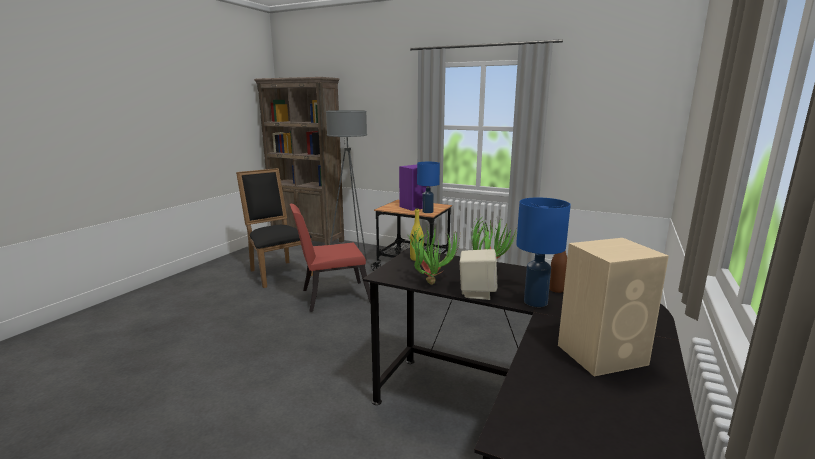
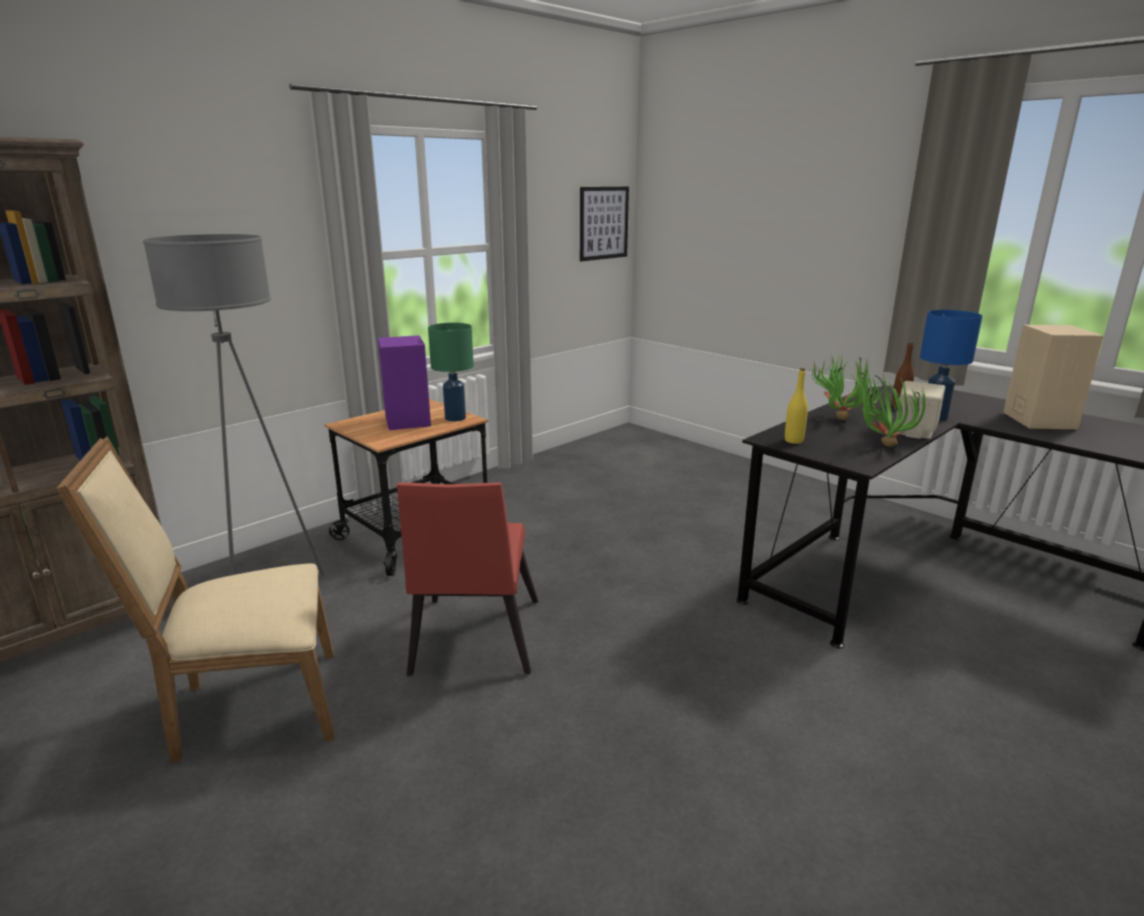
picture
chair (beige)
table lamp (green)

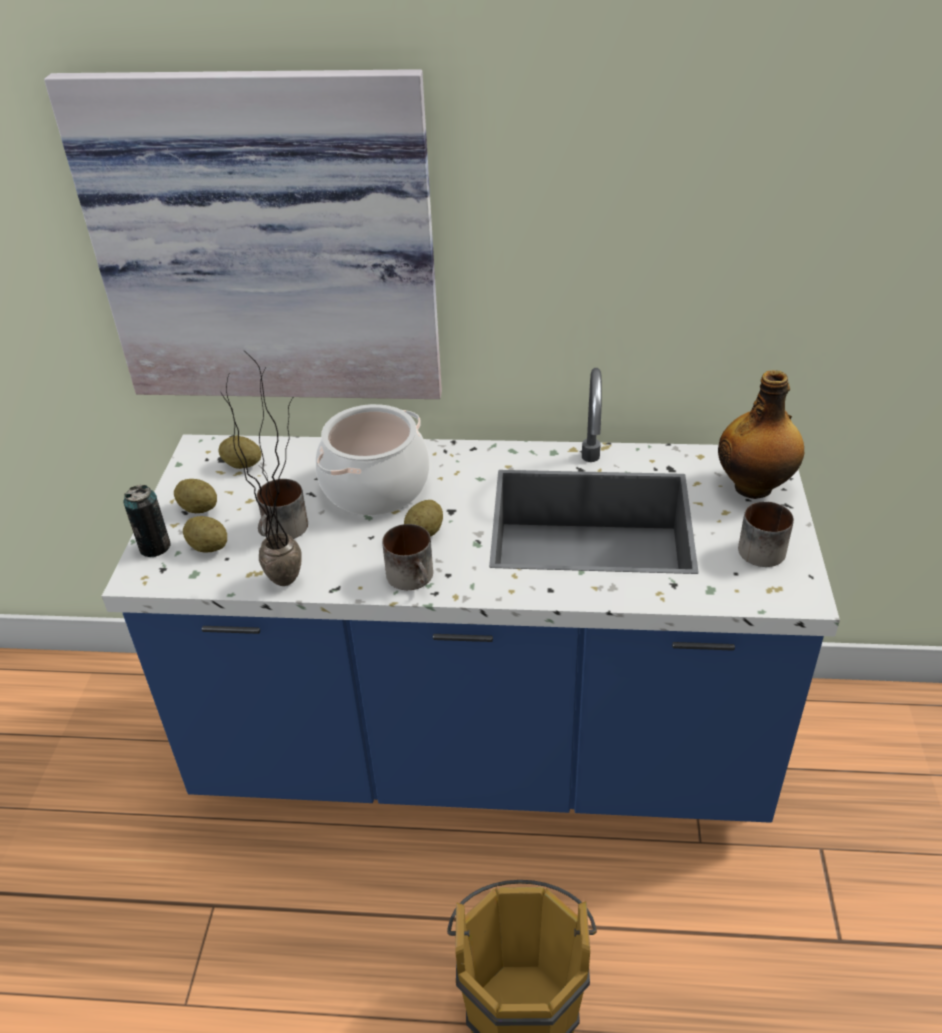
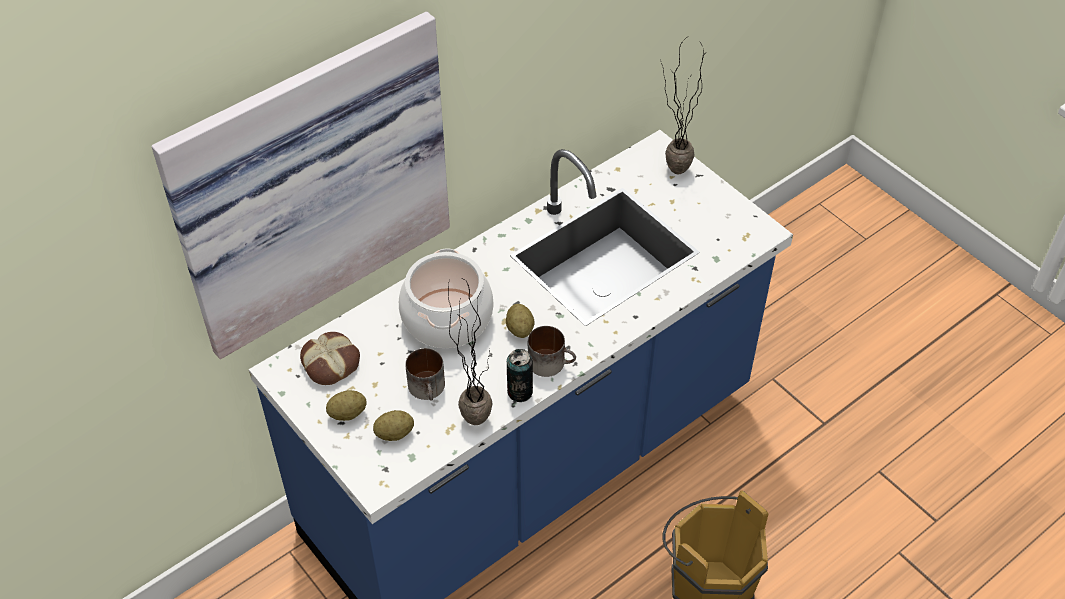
mug (no. 3 from left in the first image)
can
bread
potted plant (no. 2 from left)

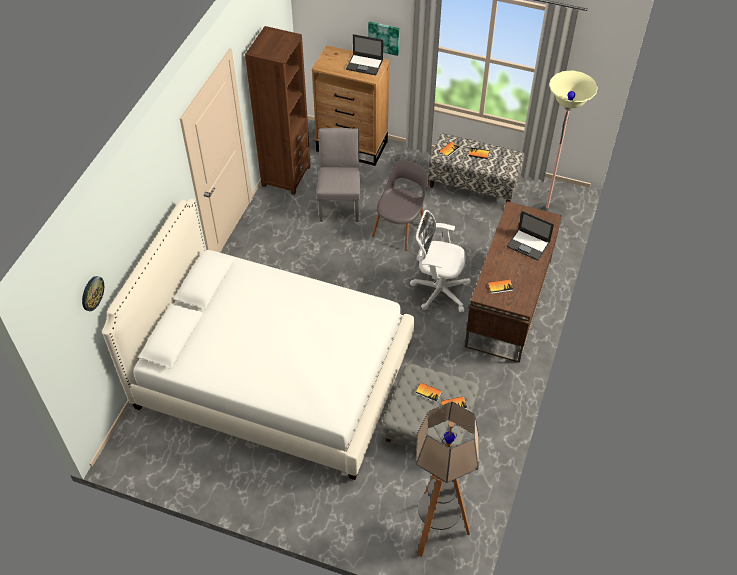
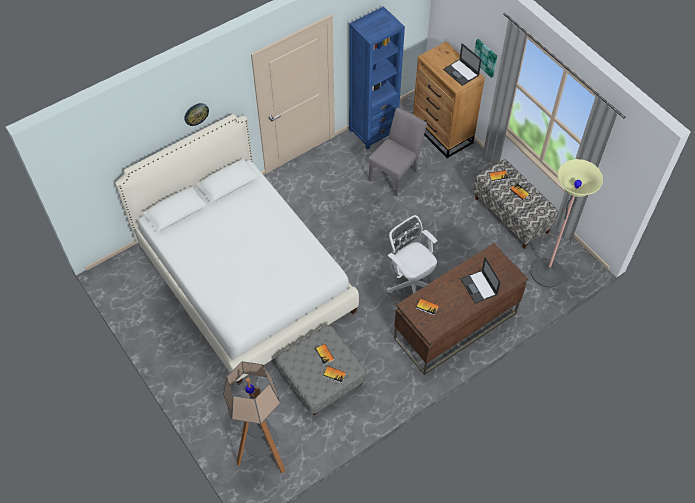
chair (grey) (no. 2 from left in the first image)
wall clock
bookcase (blue)

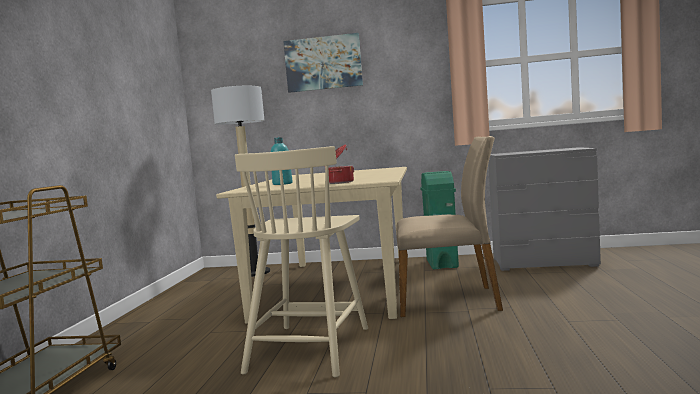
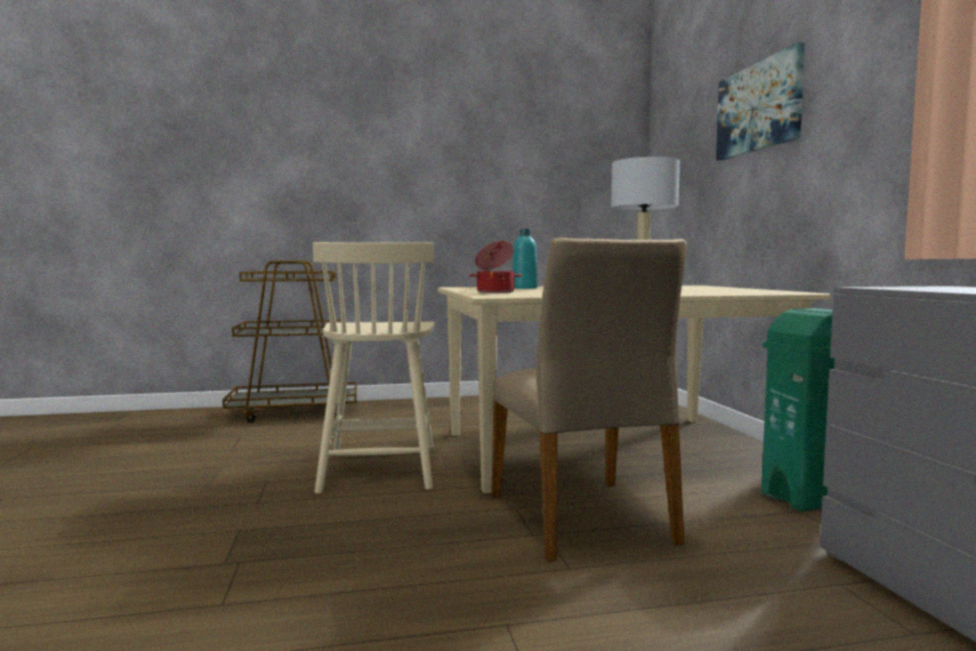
chair (beige) (no. 1 from left)

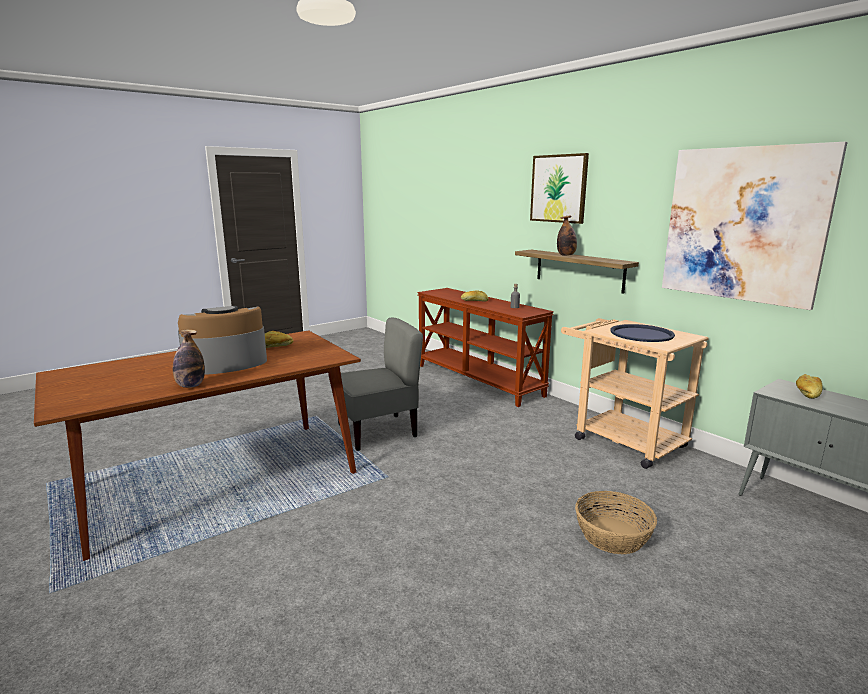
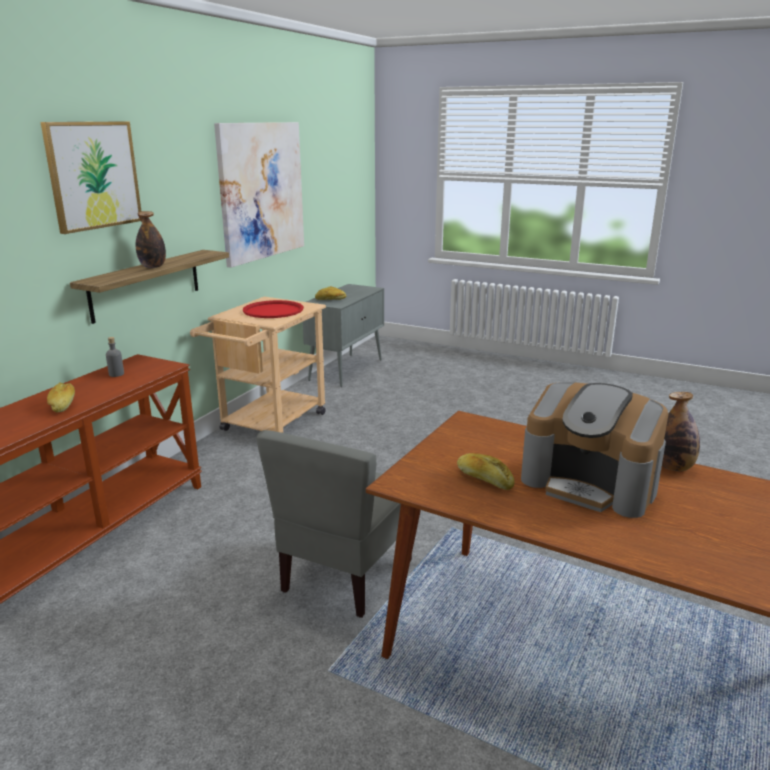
basket
tray (red)
chair (grey)

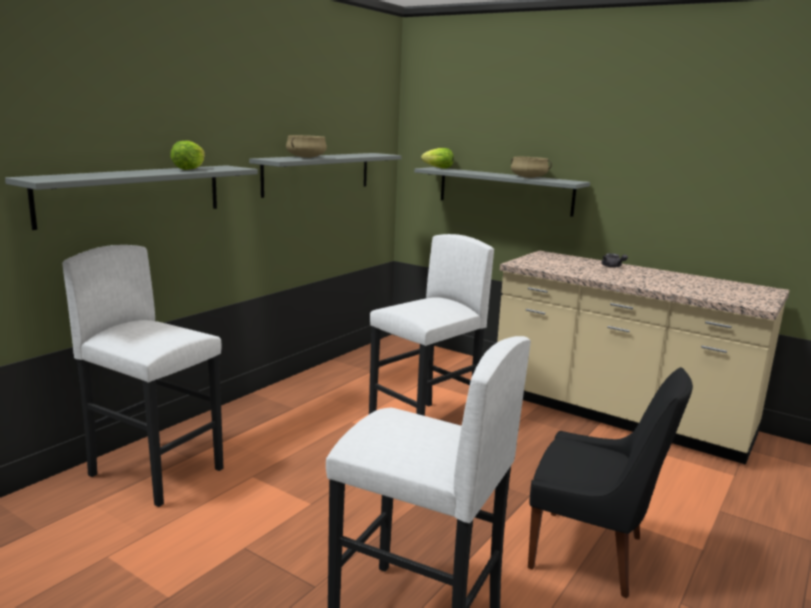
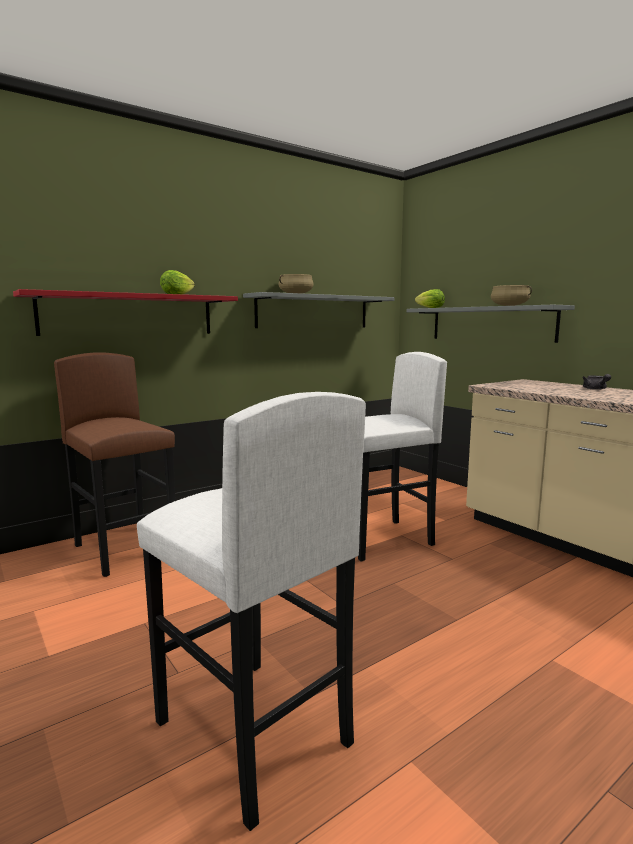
chair (black)
shelf (red)
stool (brown)

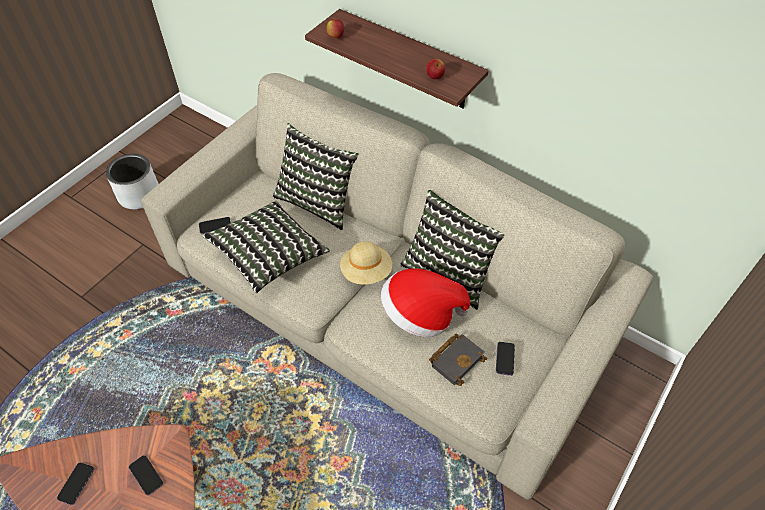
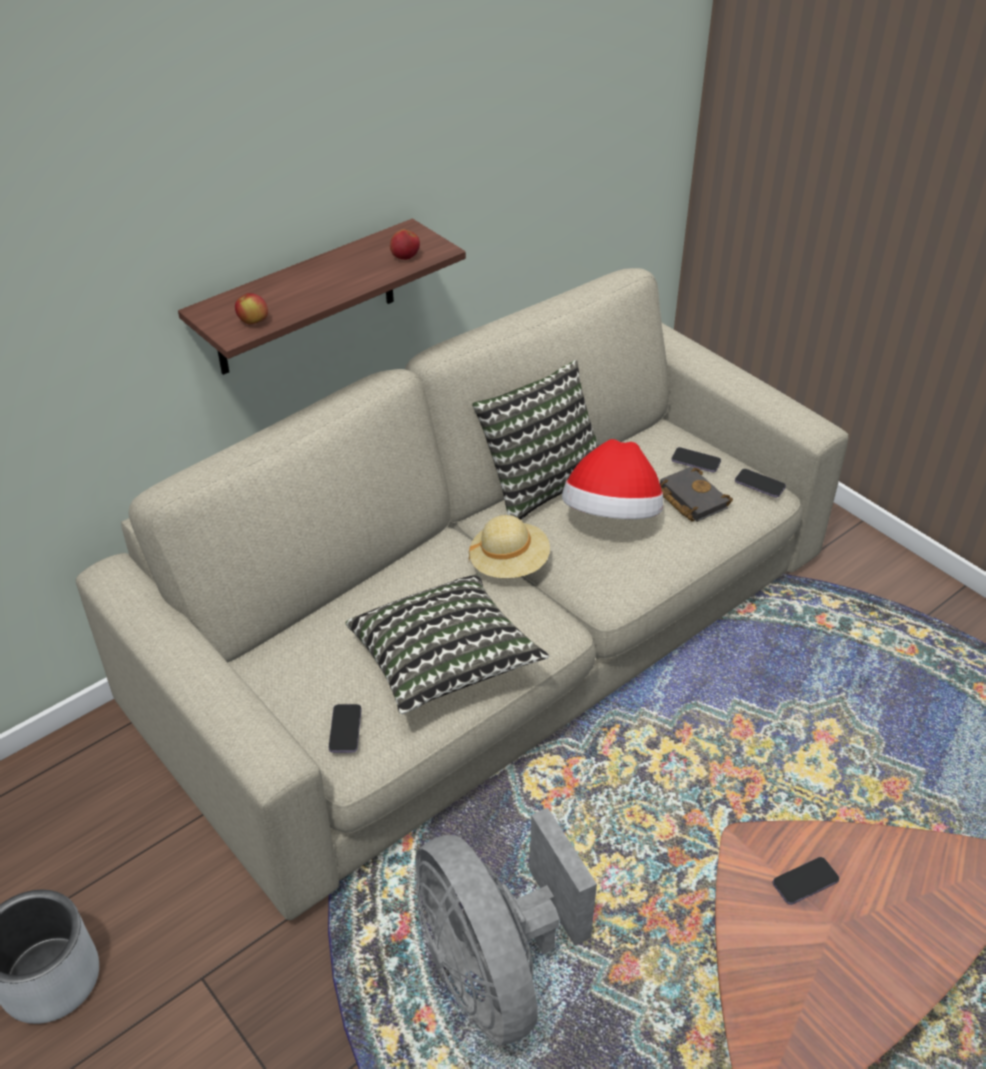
pillow (no. 2 from left in the first image)
fan (grey)
phone (no. 3 from left)

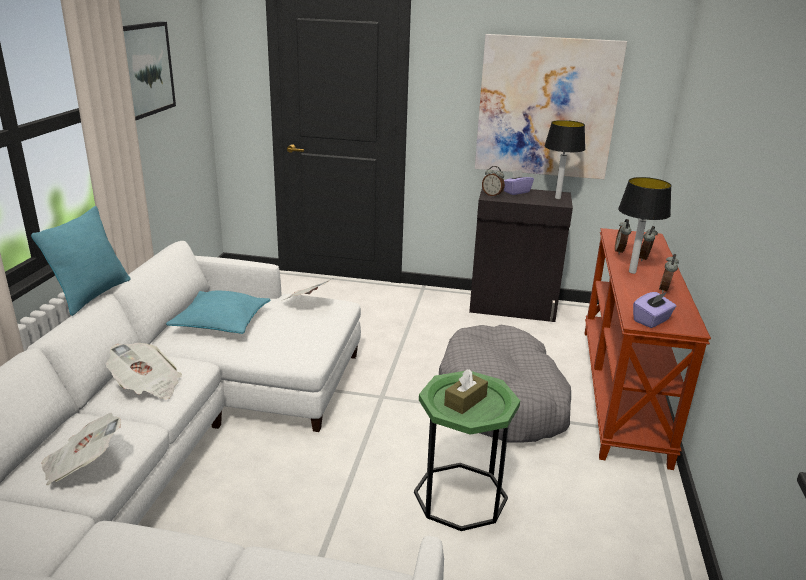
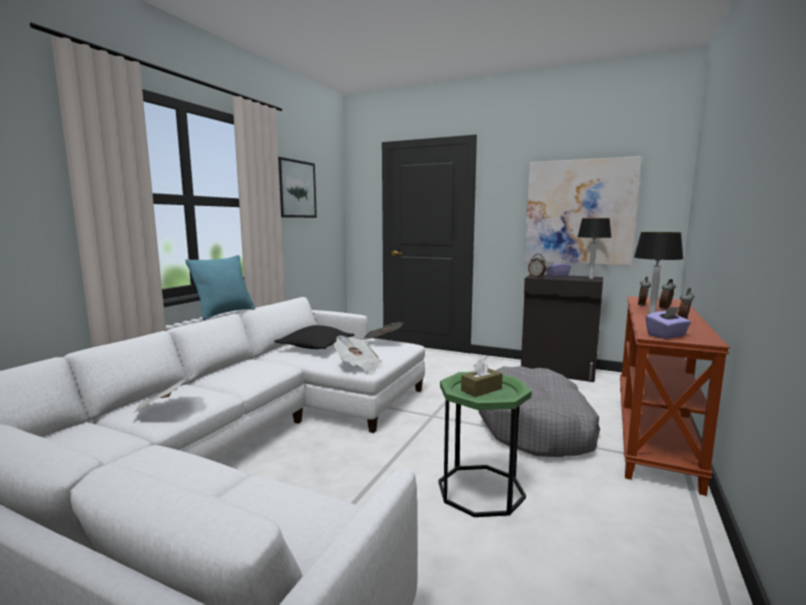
newspaper (no. 2 from left)
pillow (black)

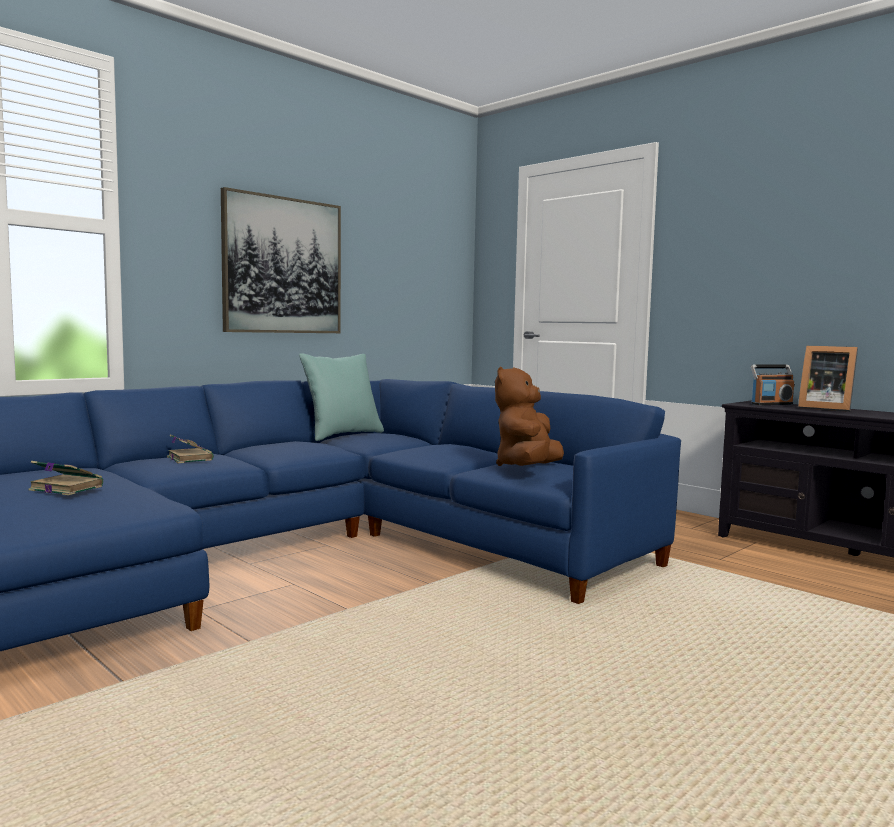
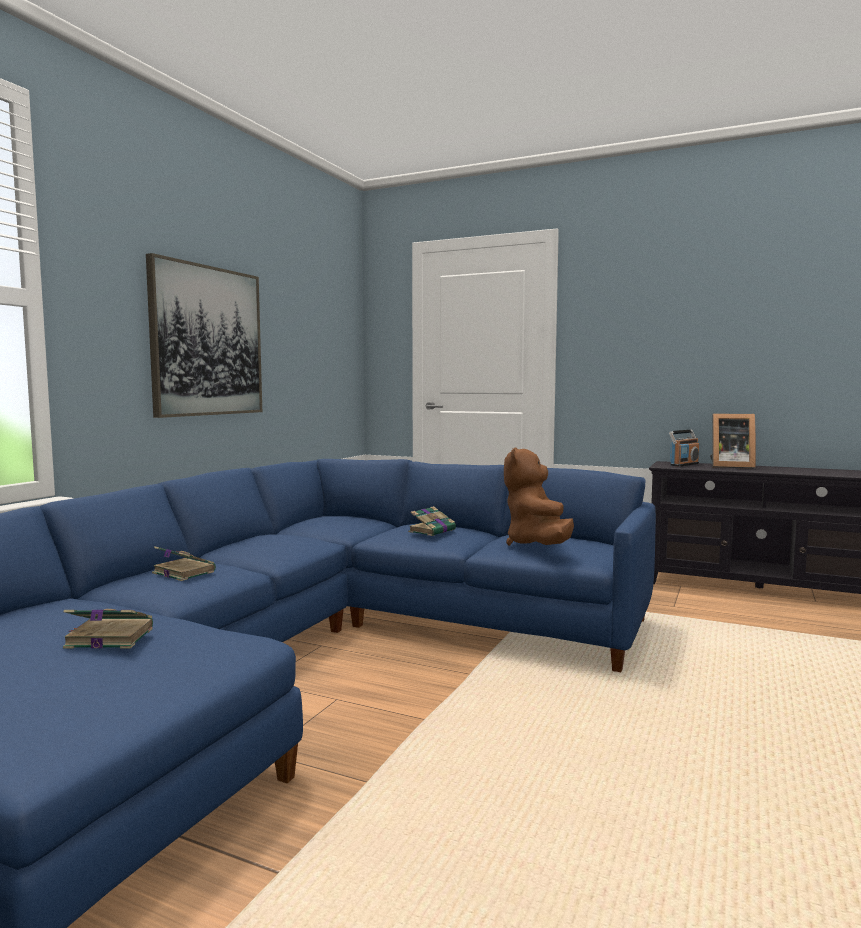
pillow (turquoise)
book (no. 3 from left)

